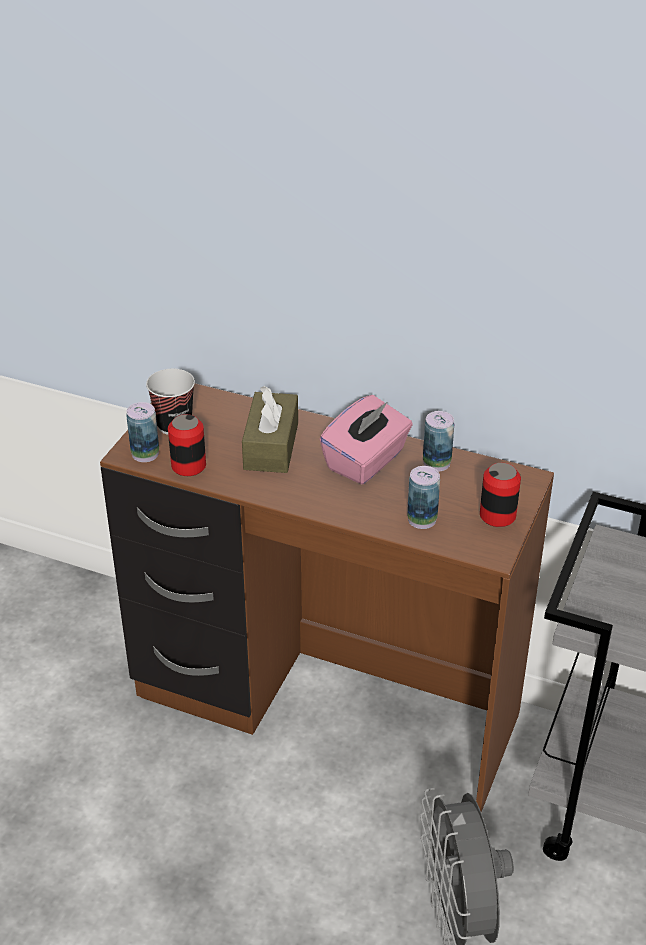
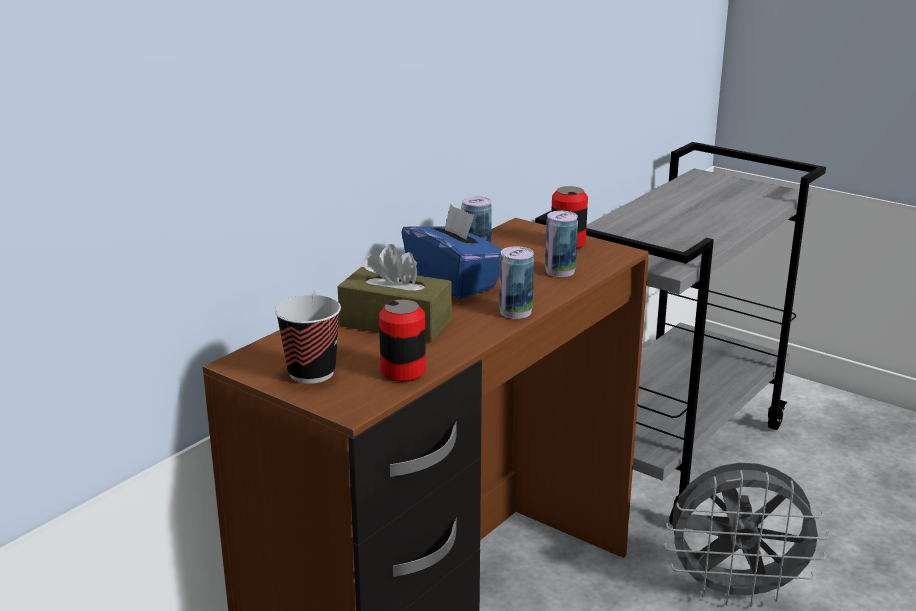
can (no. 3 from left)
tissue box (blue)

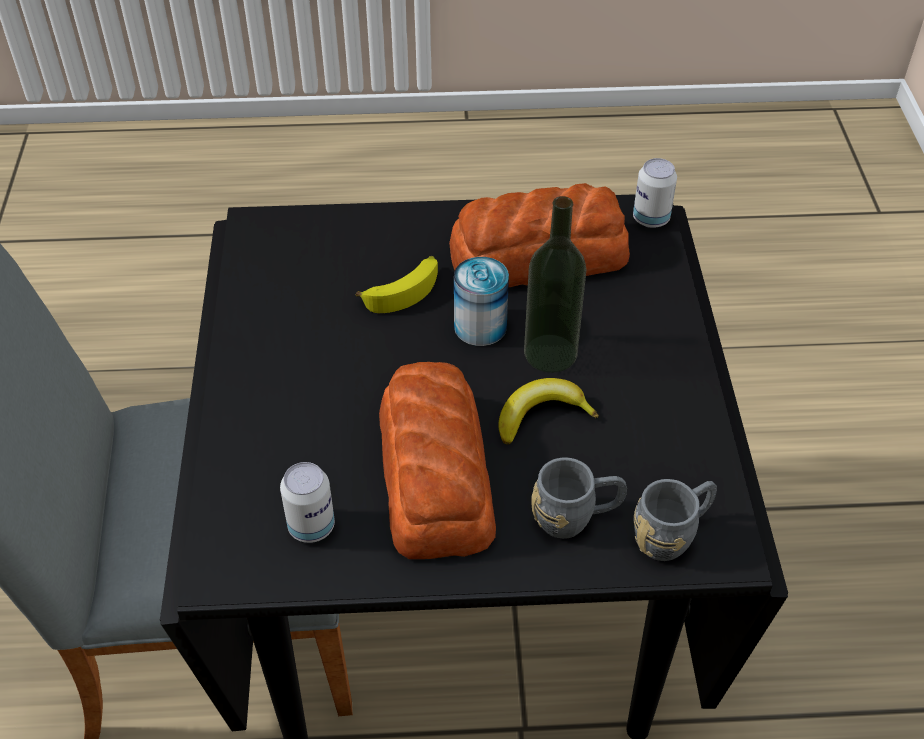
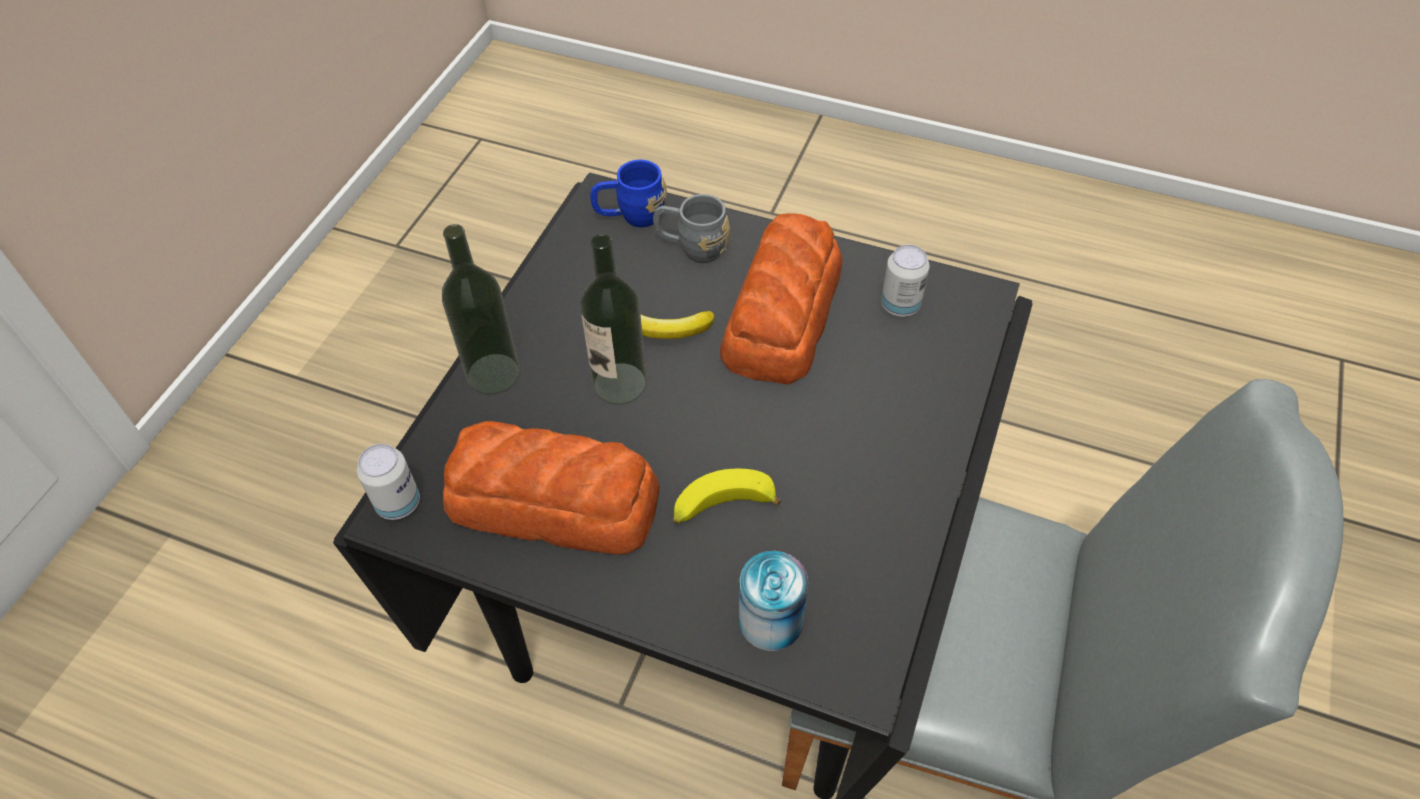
bottle (no. 1 from left)
can (no. 2 from left)
mug (blue)

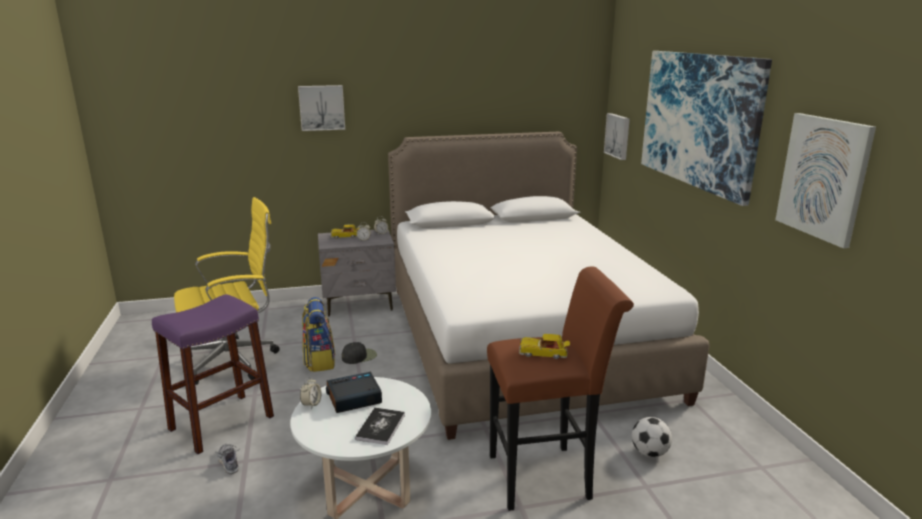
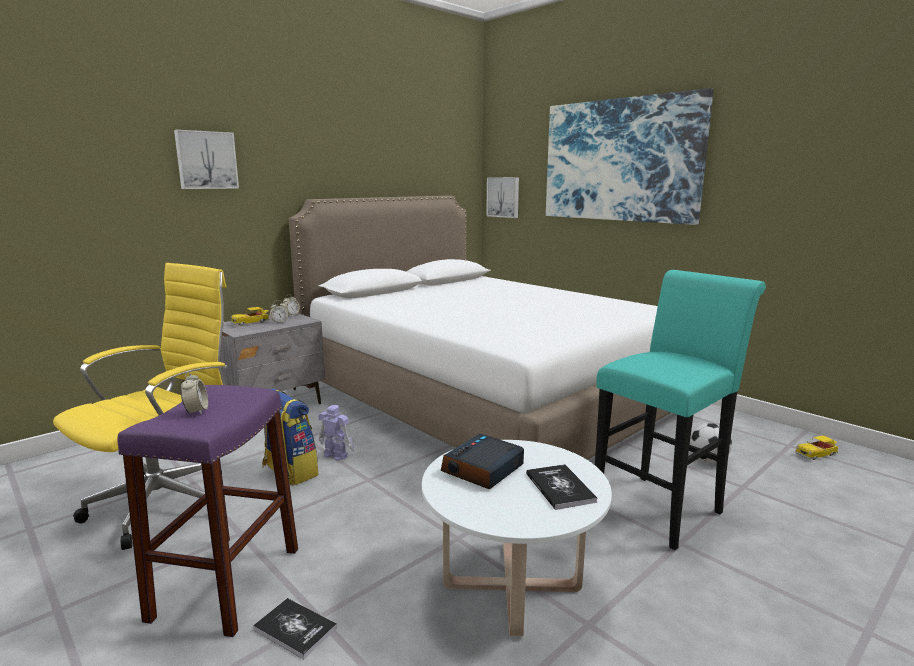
picture (no. 4 from left in the first image)
alarm clock (no. 1 from left)
toy car (no. 2 from left)
book (no. 1 from left)
toy robot
stool (turquoise)

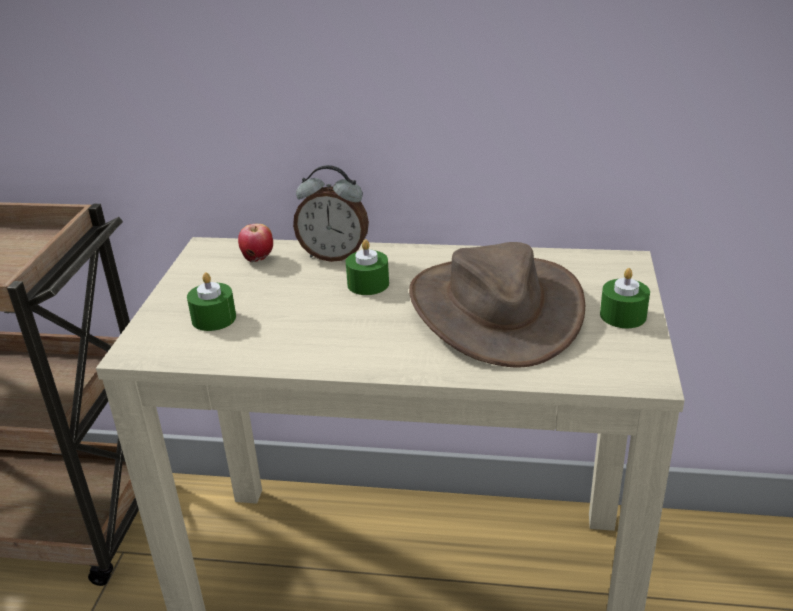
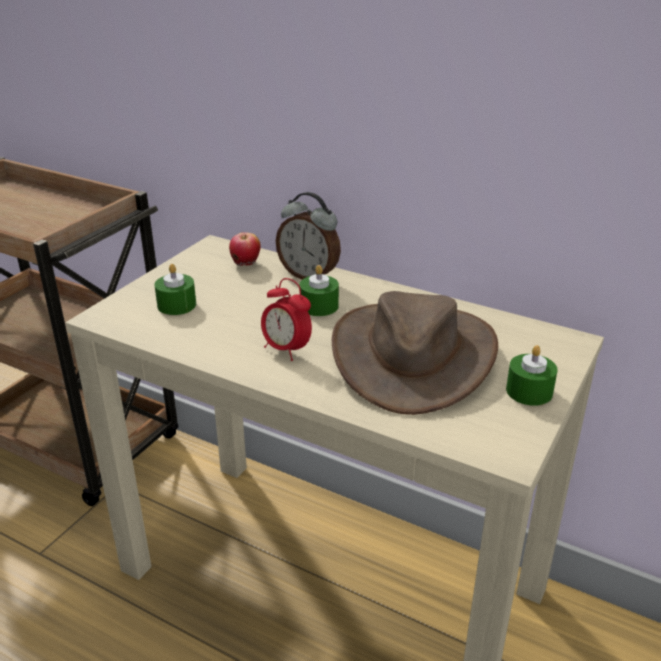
alarm clock (no. 1 from left)

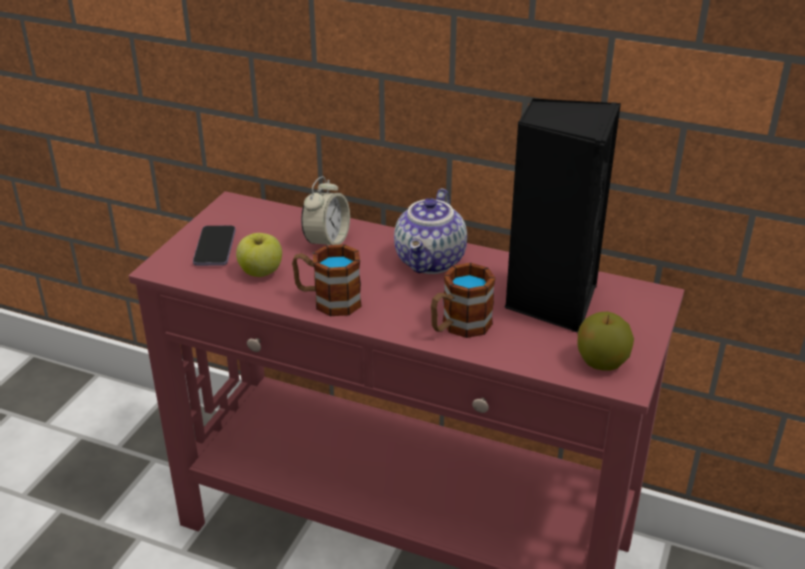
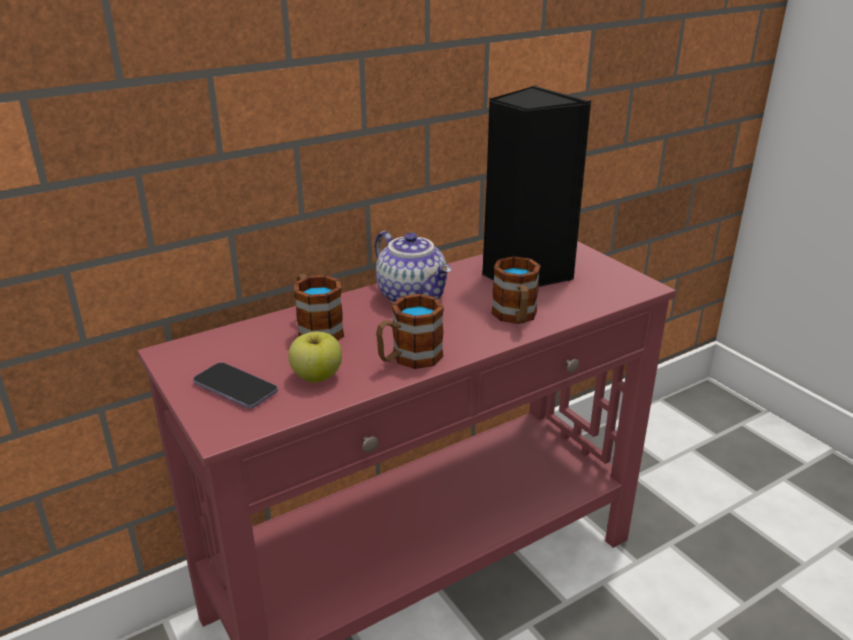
apple (no. 2 from left in the first image)
mug (no. 1 from left)

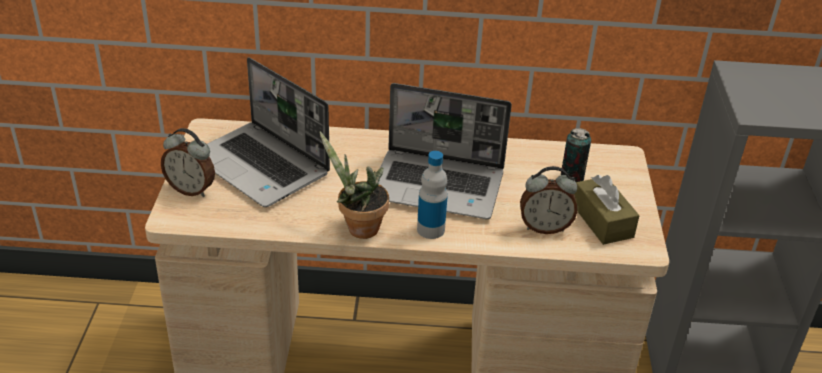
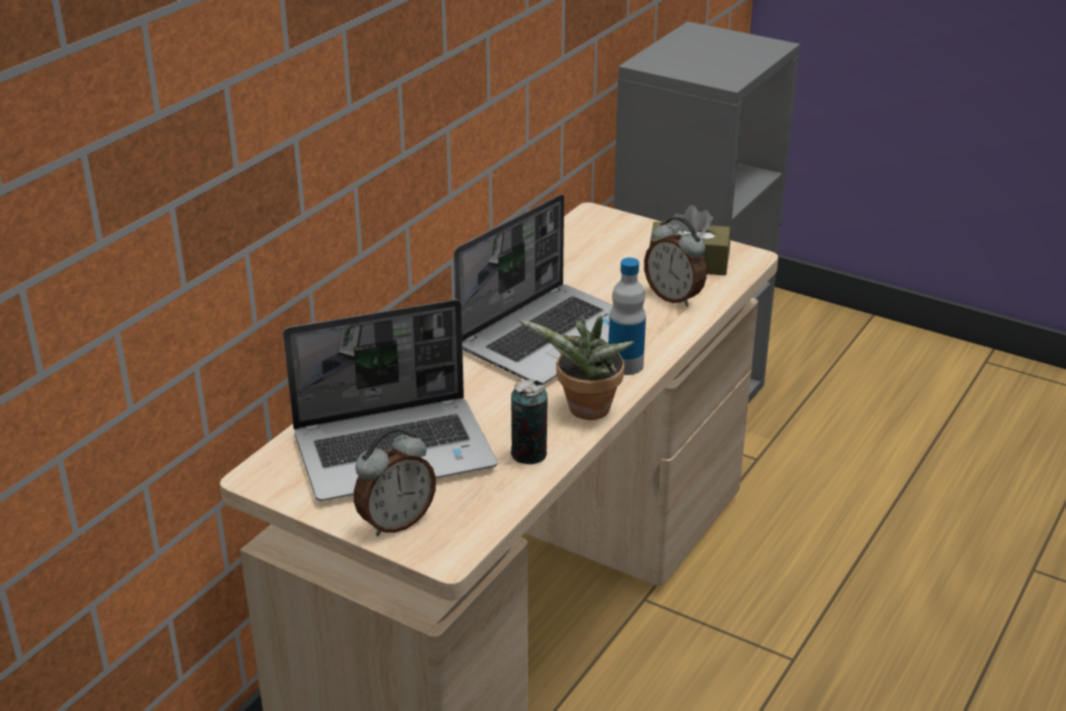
can
alarm clock (no. 2 from left)

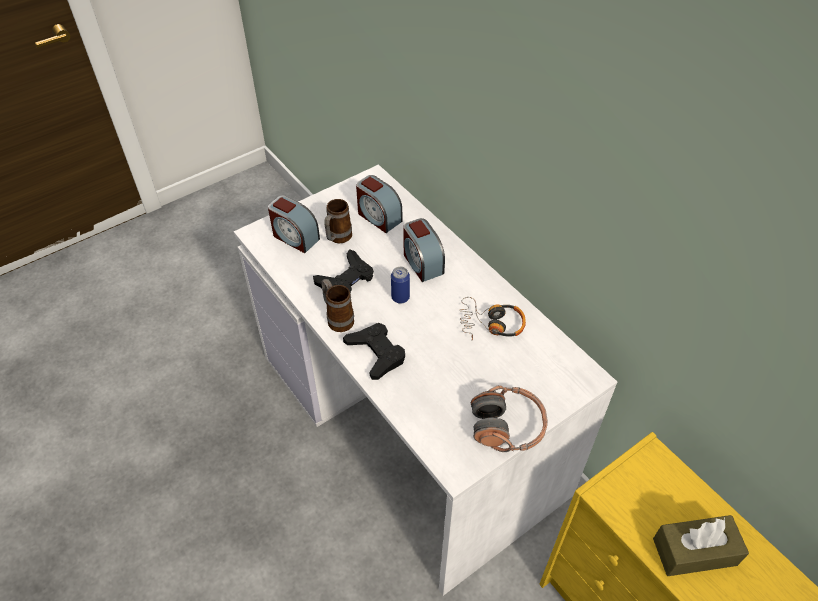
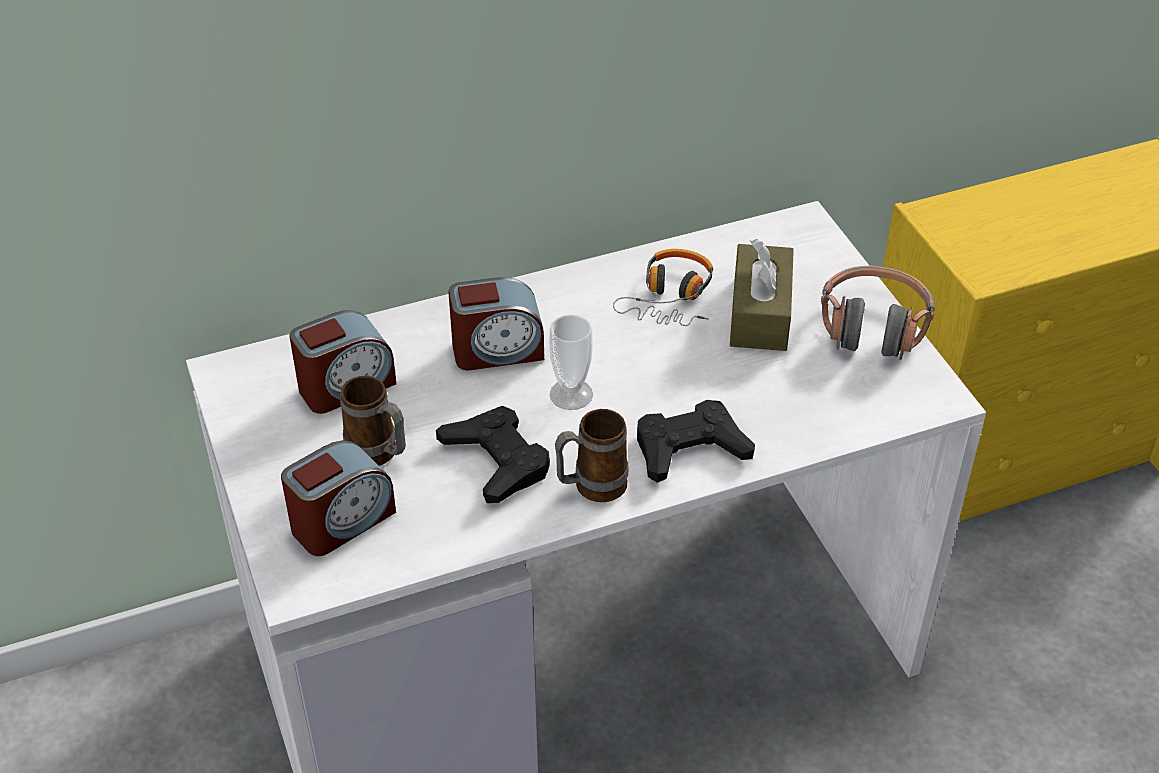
tissue box (brown)
cup

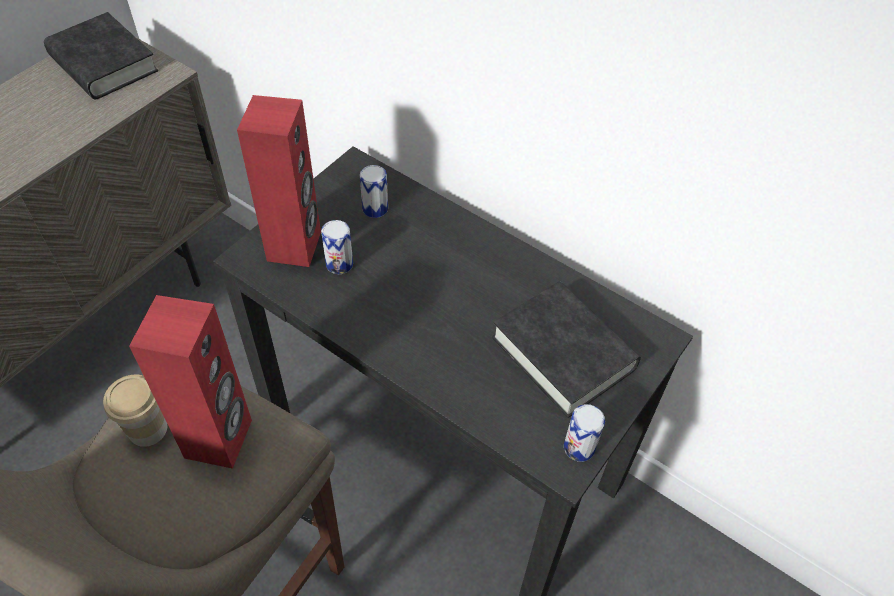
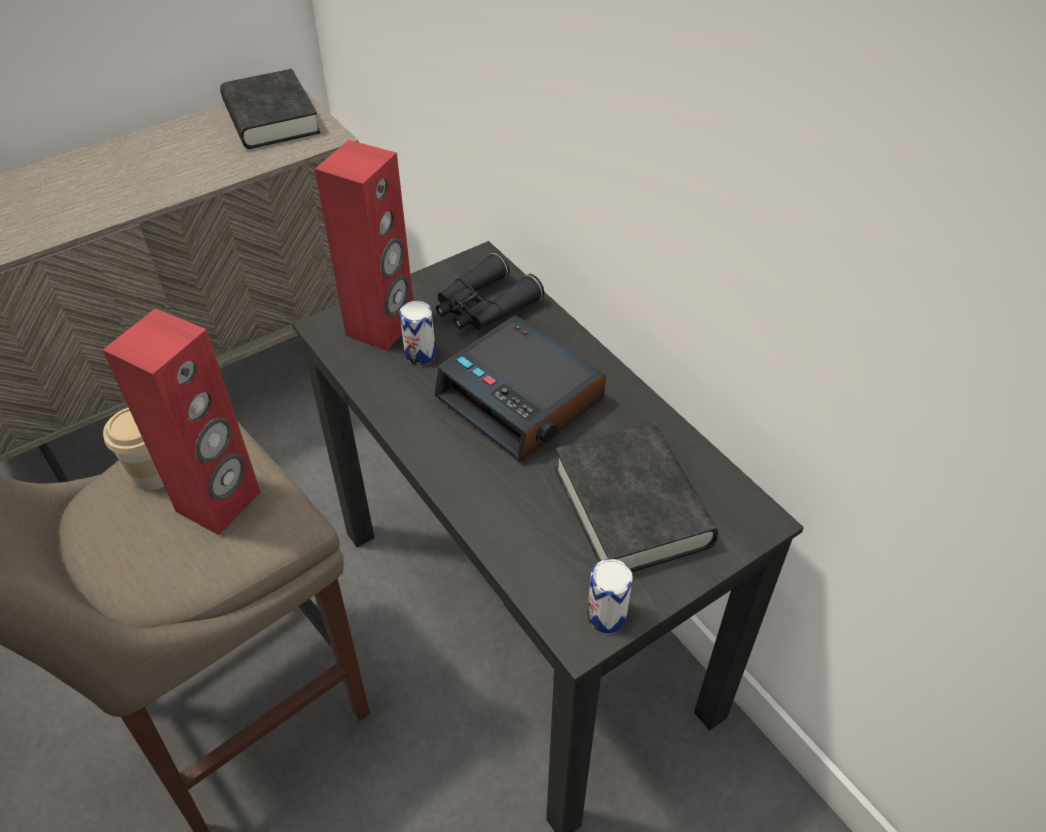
alarm clock
binoculars (black)

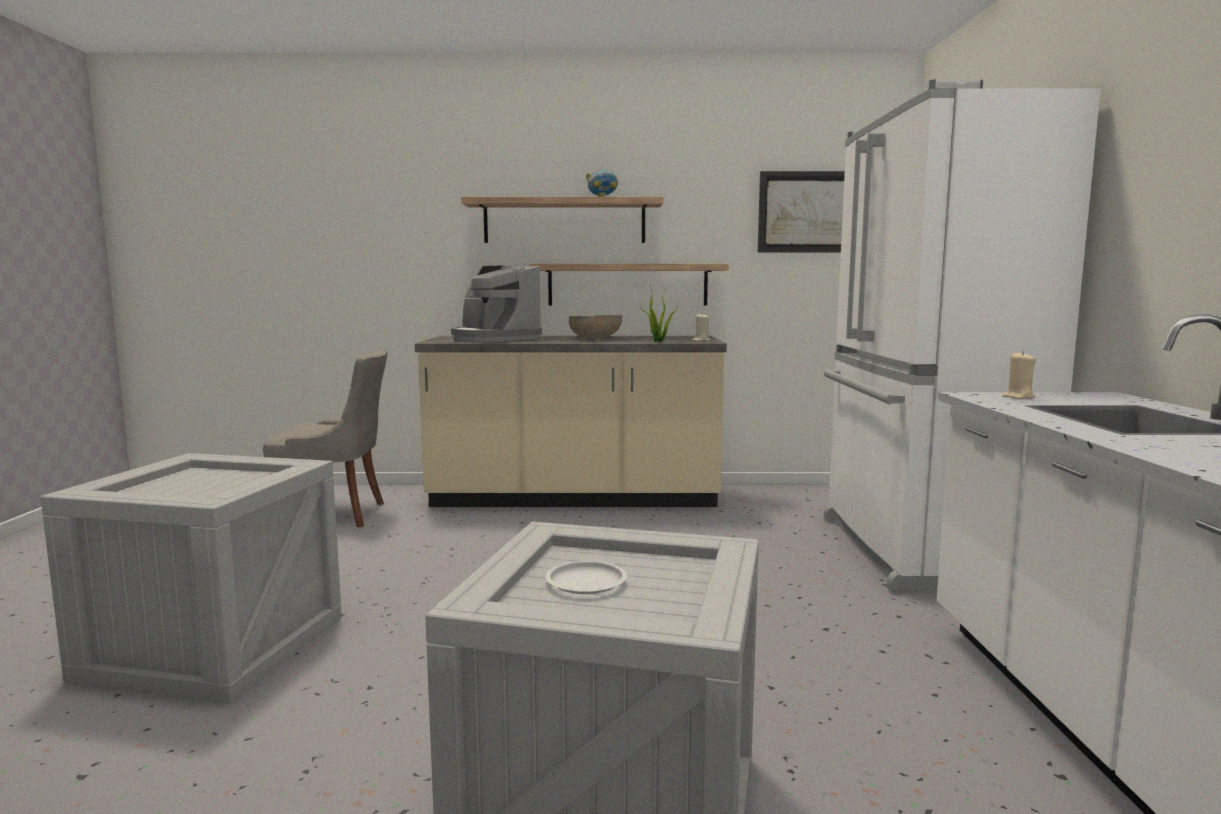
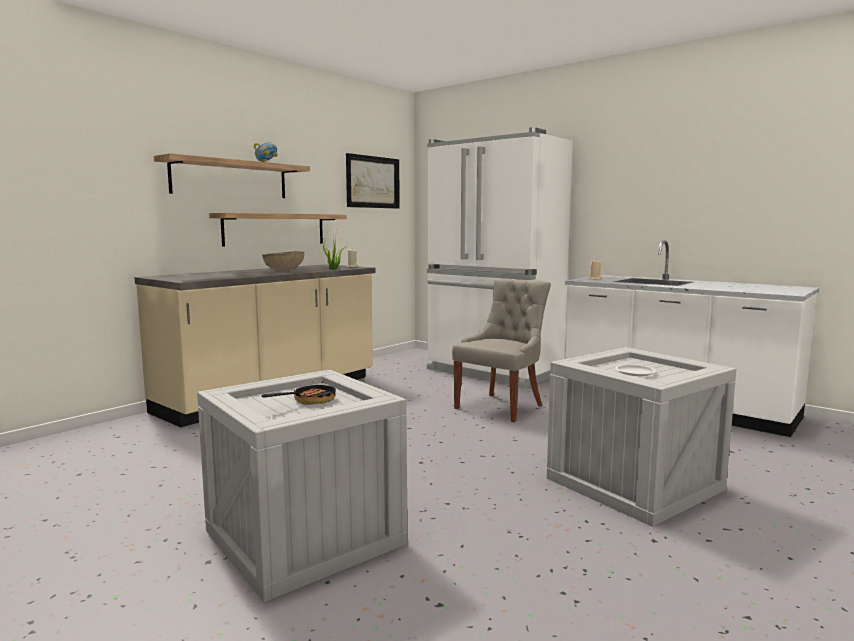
coffee machine
frying pan
chair (grey)

